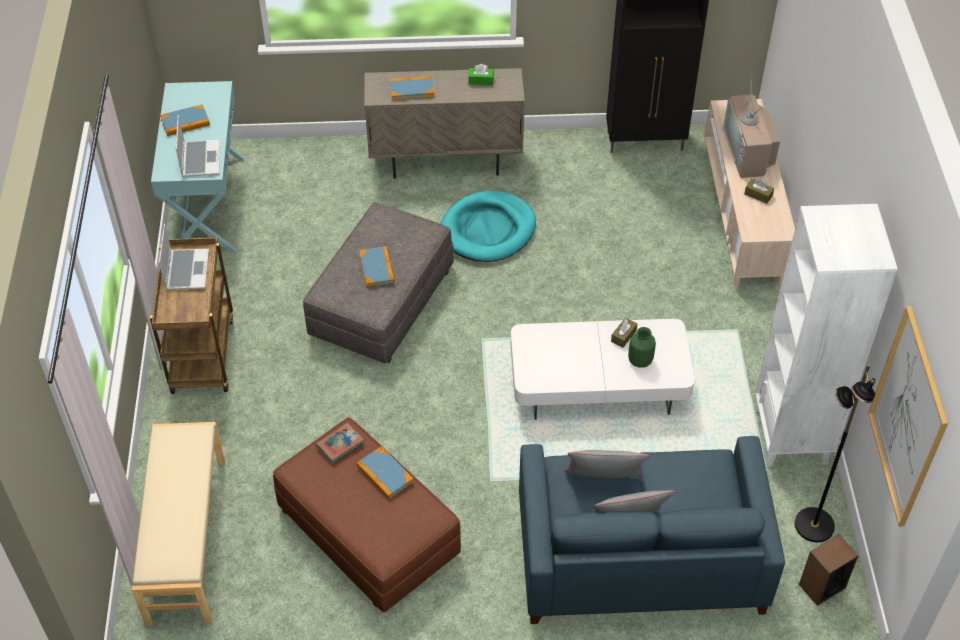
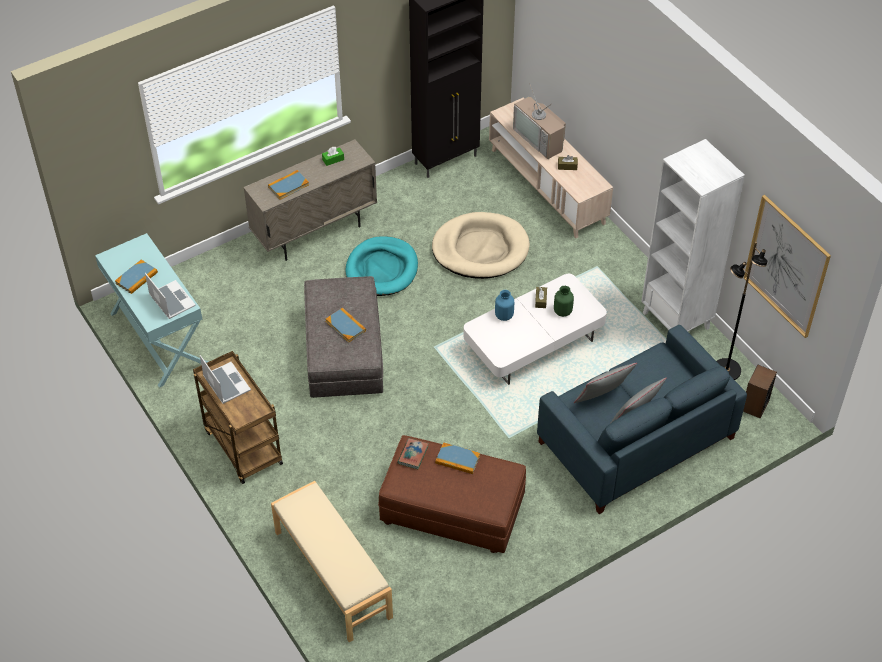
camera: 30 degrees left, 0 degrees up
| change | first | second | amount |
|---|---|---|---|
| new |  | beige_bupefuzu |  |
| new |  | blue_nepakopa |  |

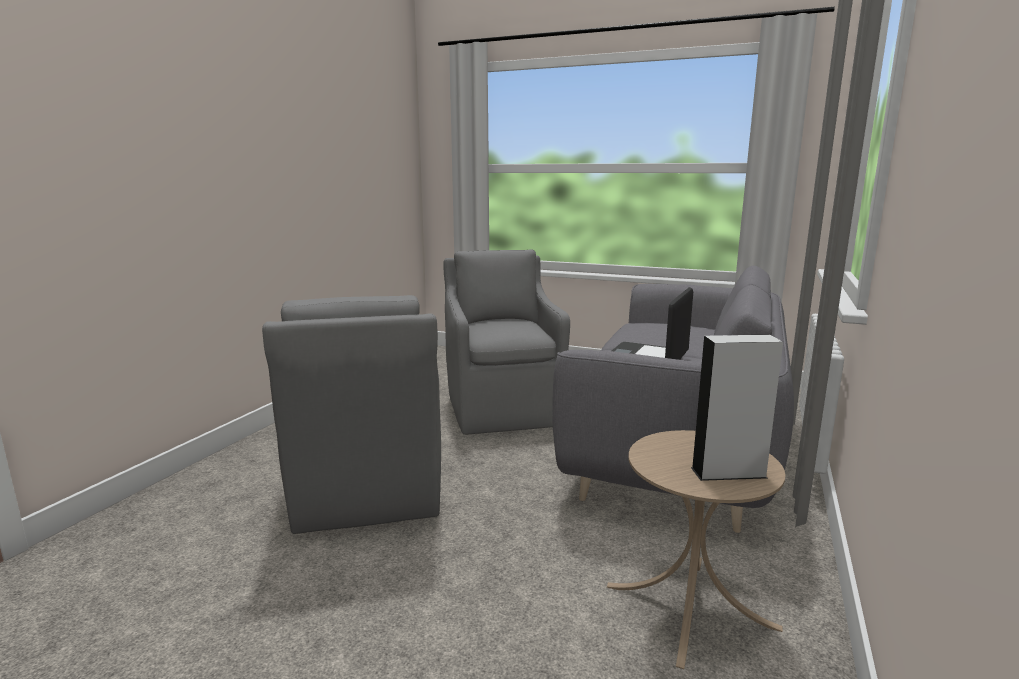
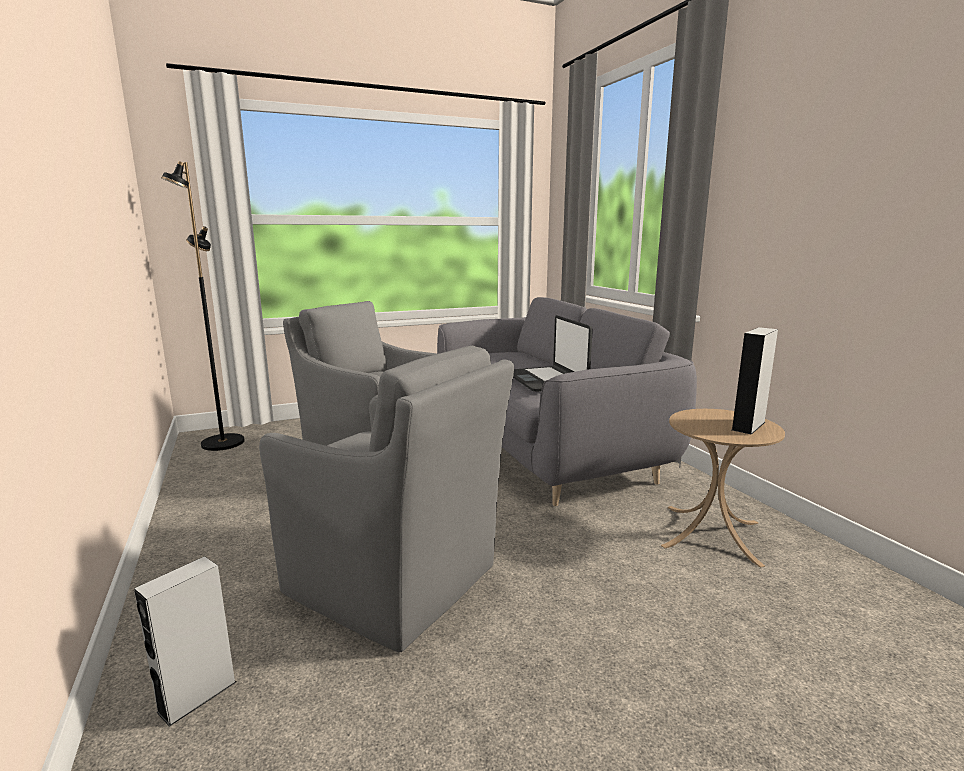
camera: 45 degrees left, 0 degrees up
| change | first | second | amount |
|---|---|---|---|
| new |  | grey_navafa (no. 1 from left) |  |
| new |  | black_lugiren |  |

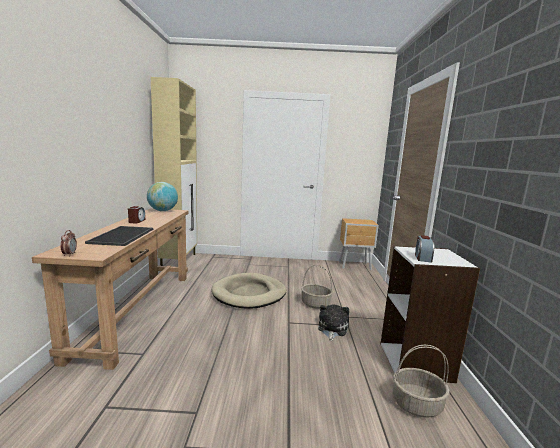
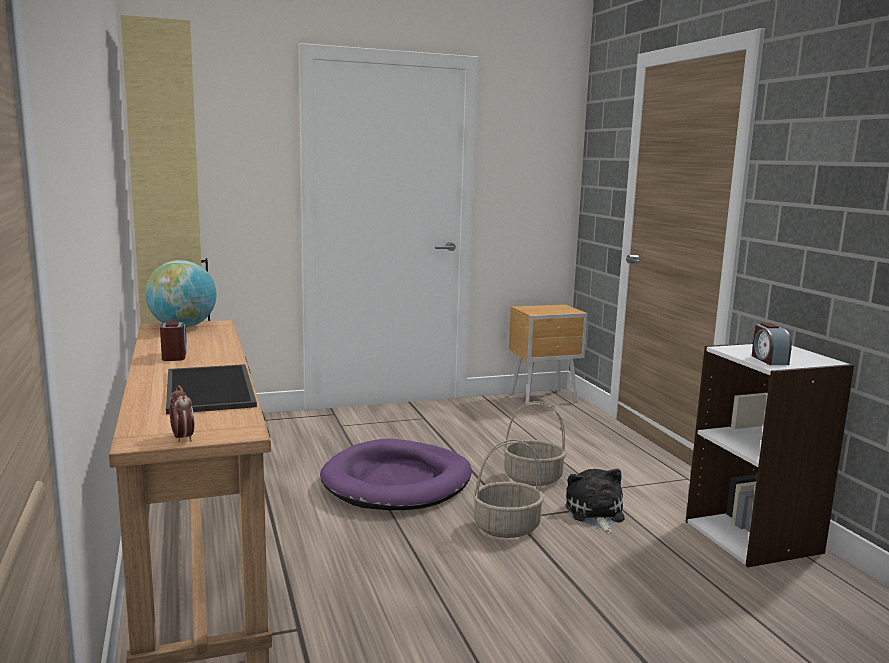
camera: 20 degrees left, 0 degrees up
| change | first | second | amount |
|---|---|---|---|
| repainted | beige_bupefuzu | purple_bupefuzu |  |
| shifted | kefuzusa (no. 2 from left in the first image) | kefuzusa (no. 1 from left) |  |

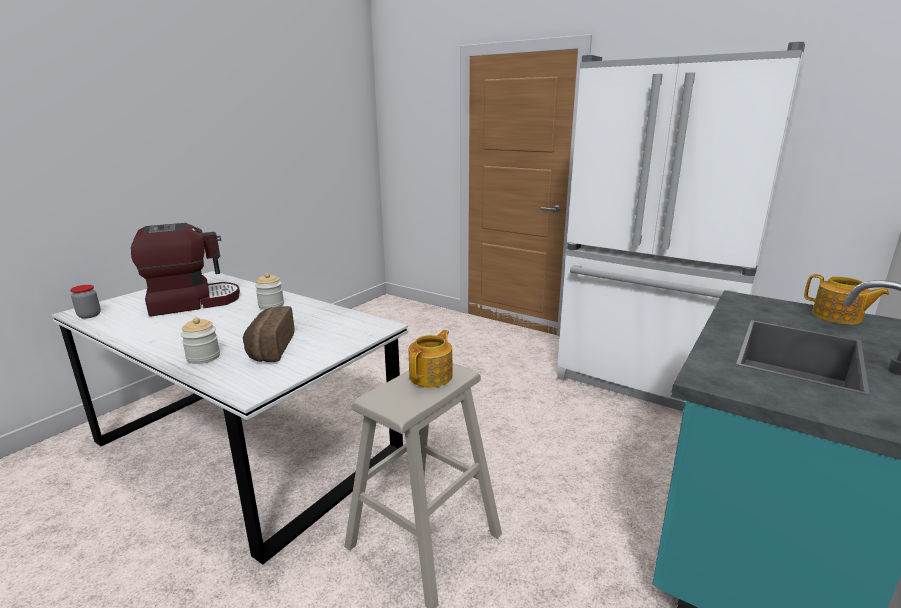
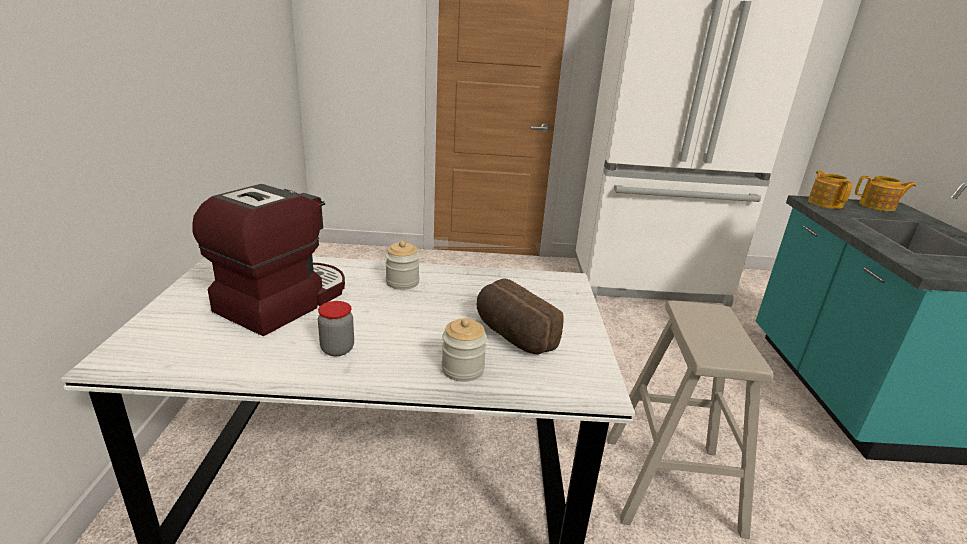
camera: 35 degrees left, 5 degrees up
| change | first | second | amount |
|---|---|---|---|
| shifted | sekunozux (no. 1 from left) |  |  |
| shifted | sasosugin (no. 1 from left) |  |  |

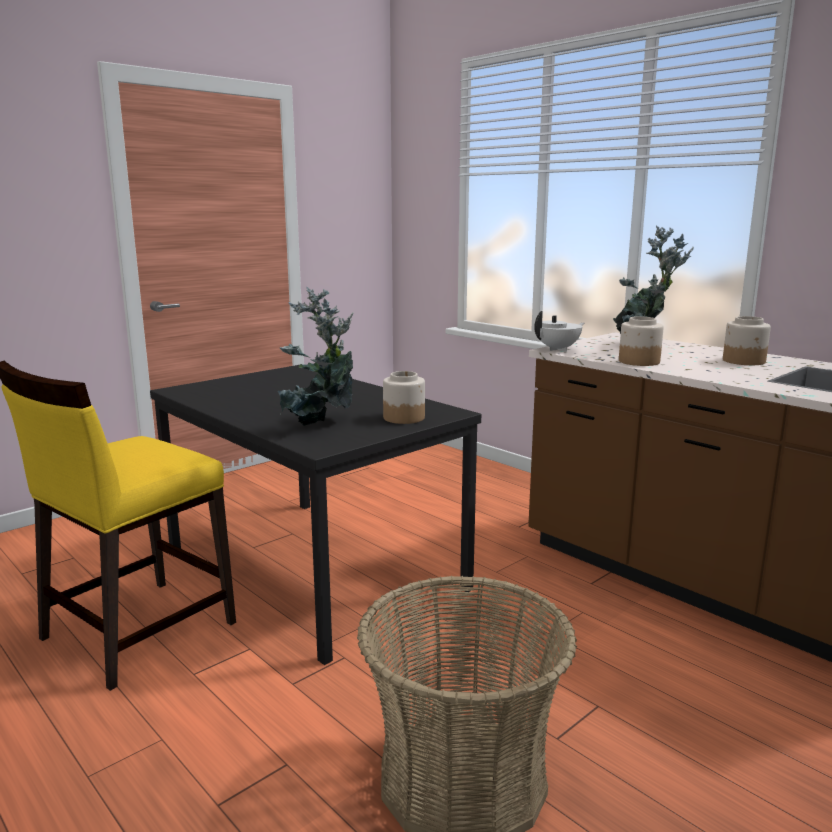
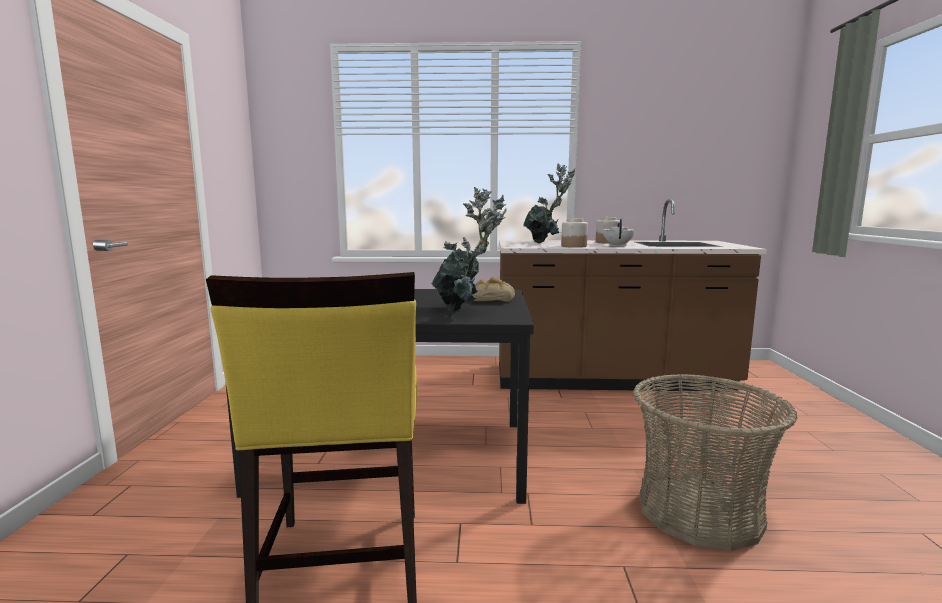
camera: 45 degrees left, 5 degrees down
| change | first | second | amount |
|---|---|---|---|
| swapped | sekunozux (no. 1 from left) | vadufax |  |
| shifted | white_sasosugin |  |  |

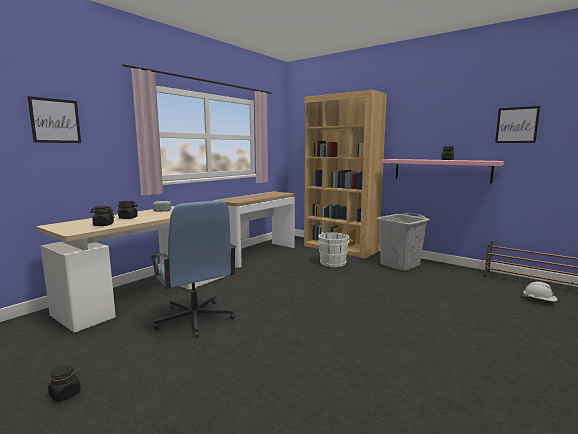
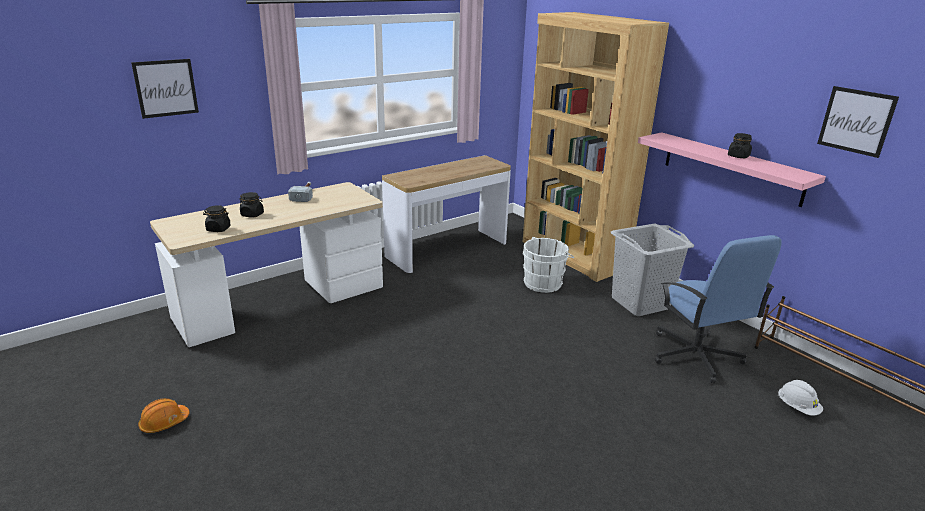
camera: 15 degrees right, 15 degrees up
| change | first | second | amount |
|---|---|---|---|
| swapped | black_sekunozux (no. 1 from left) | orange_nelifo |  |
| shifted | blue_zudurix |  |  |

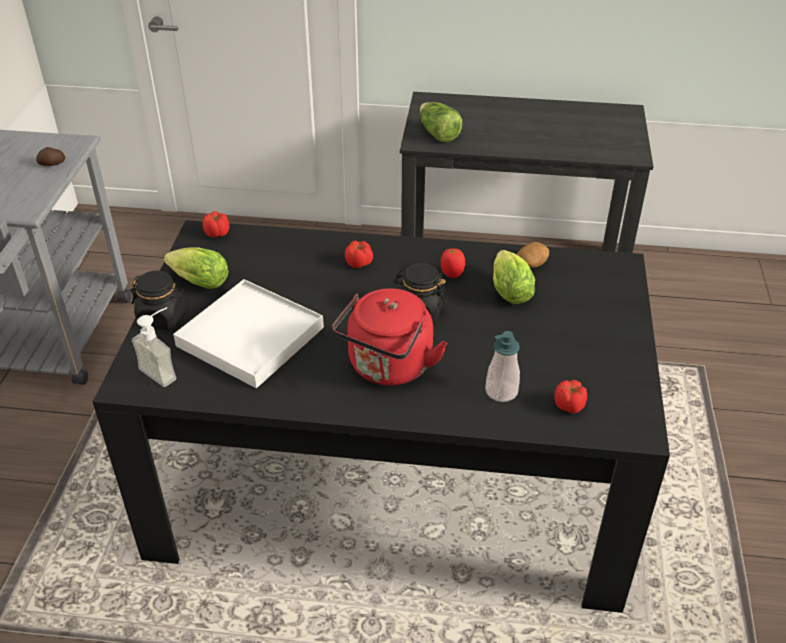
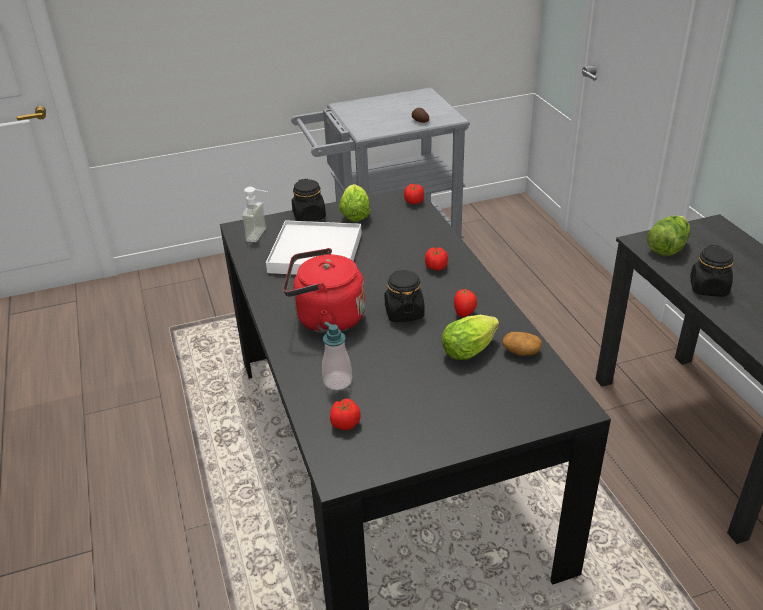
camera: 65 degrees right, 5 degrees down
| change | first | second | amount |
|---|---|---|---|
| new |  | black_sekunozux (no. 3 from left) |  |

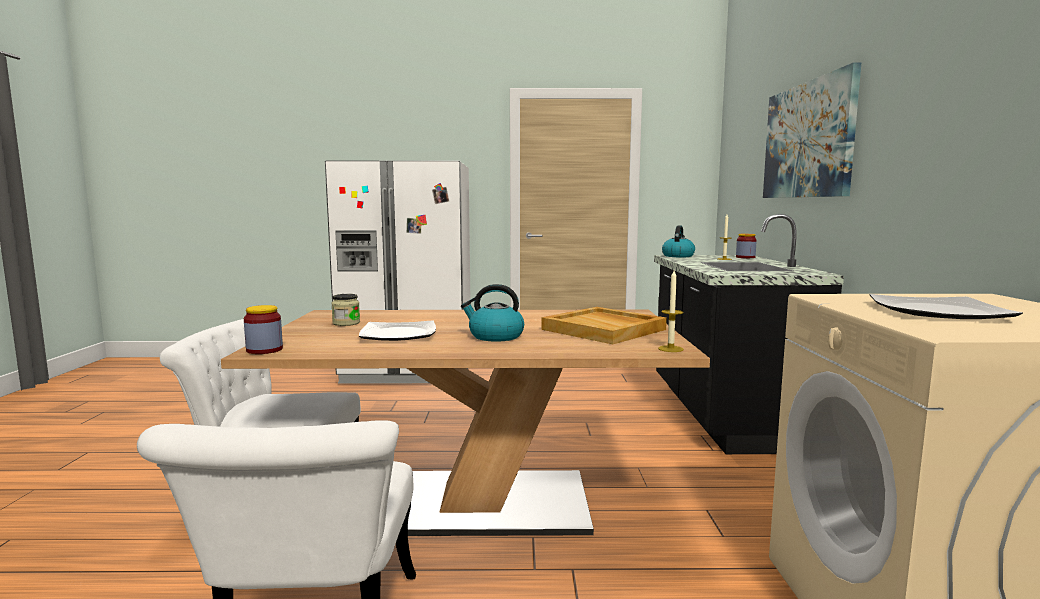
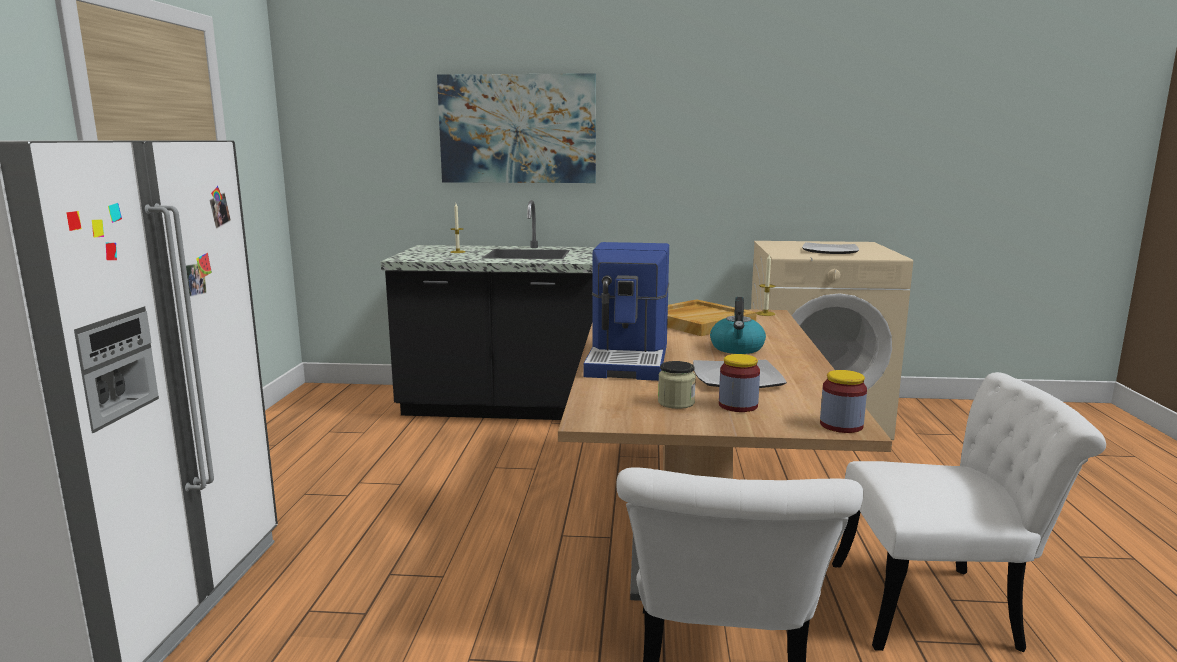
camera: 85 degrees left, 5 degrees up
| change | first | second | amount |
|---|---|---|---|
| new |  | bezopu |  |
| shifted | sekunozux (no. 3 from left in the first image) | sekunozux (no. 2 from left) |  |
| gone | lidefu (no. 2 from left) |  |  |

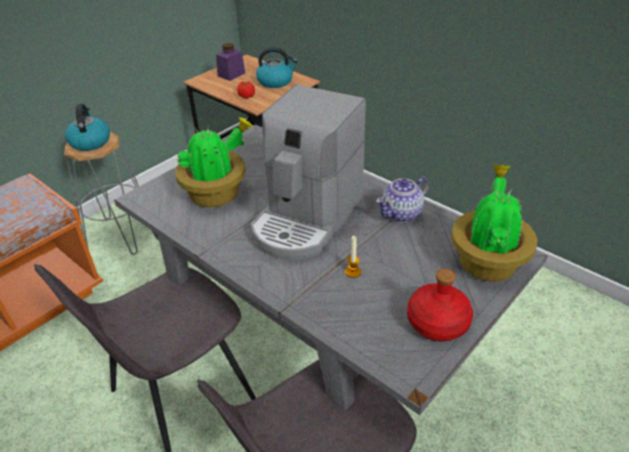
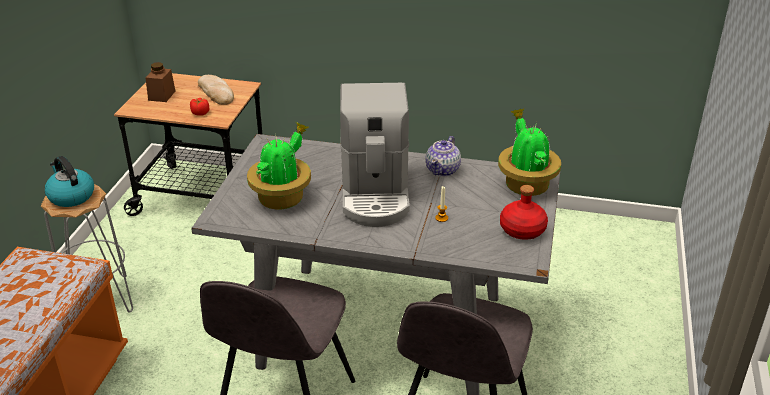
camera: 30 degrees left, 5 degrees down
| change | first | second | amount |
|---|---|---|---|
| repainted | purple_sekunozux | brown_sekunozux |  |
| swapped | lidefu (no. 2 from left) | vadufax |  |

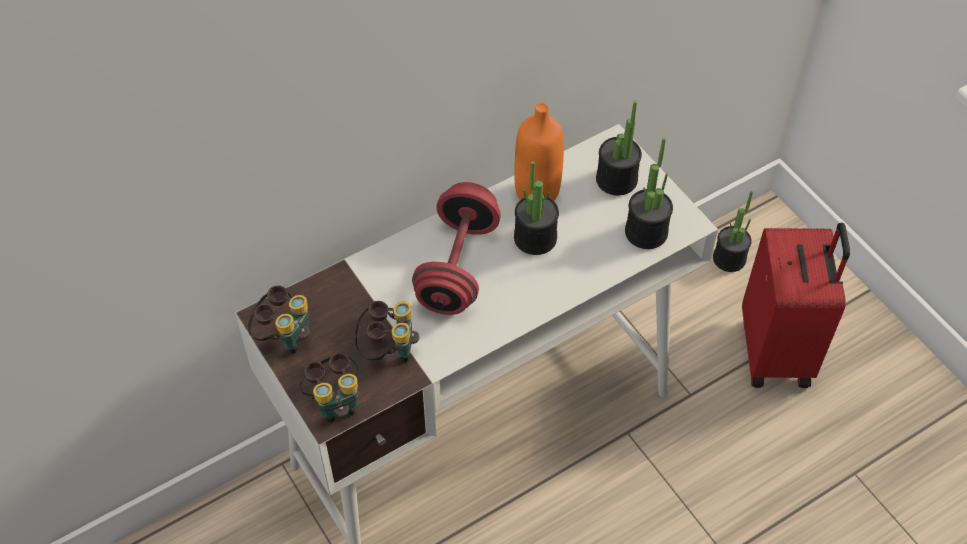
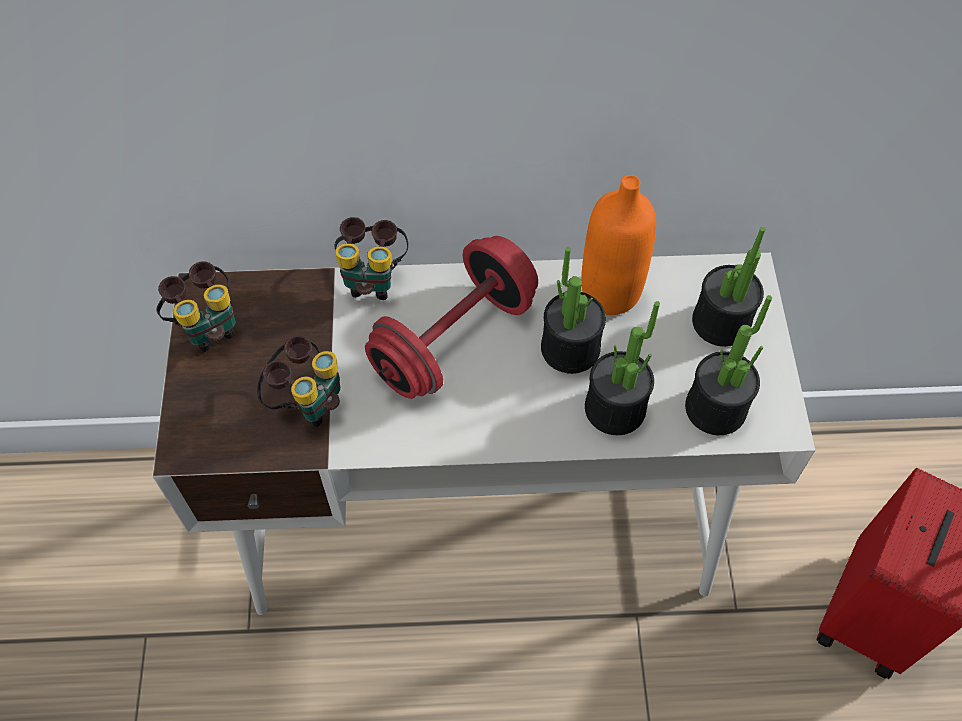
camera: 30 degrees right, 5 degrees up
| change | first | second | amount |
|---|---|---|---|
| shifted | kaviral (no. 2 from left in the first image) | kaviral (no. 3 from left) |  |
| shifted | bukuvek (no. 4 from left in the first image) | bukuvek (no. 2 from left) |  |

